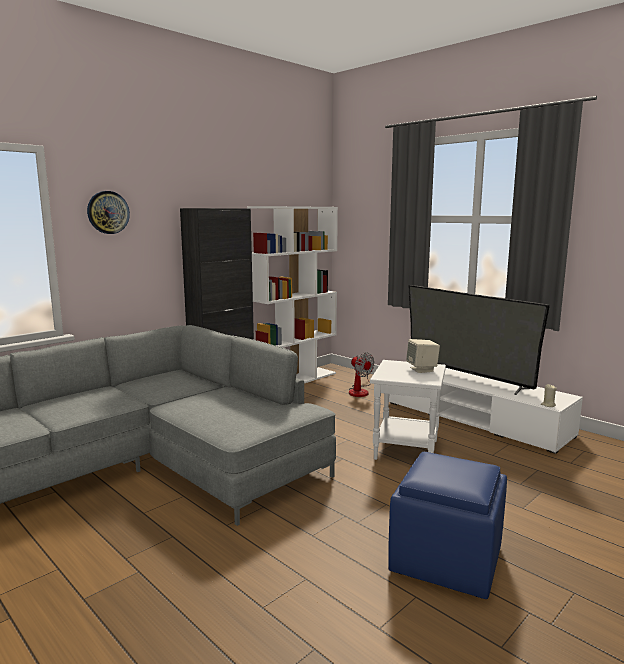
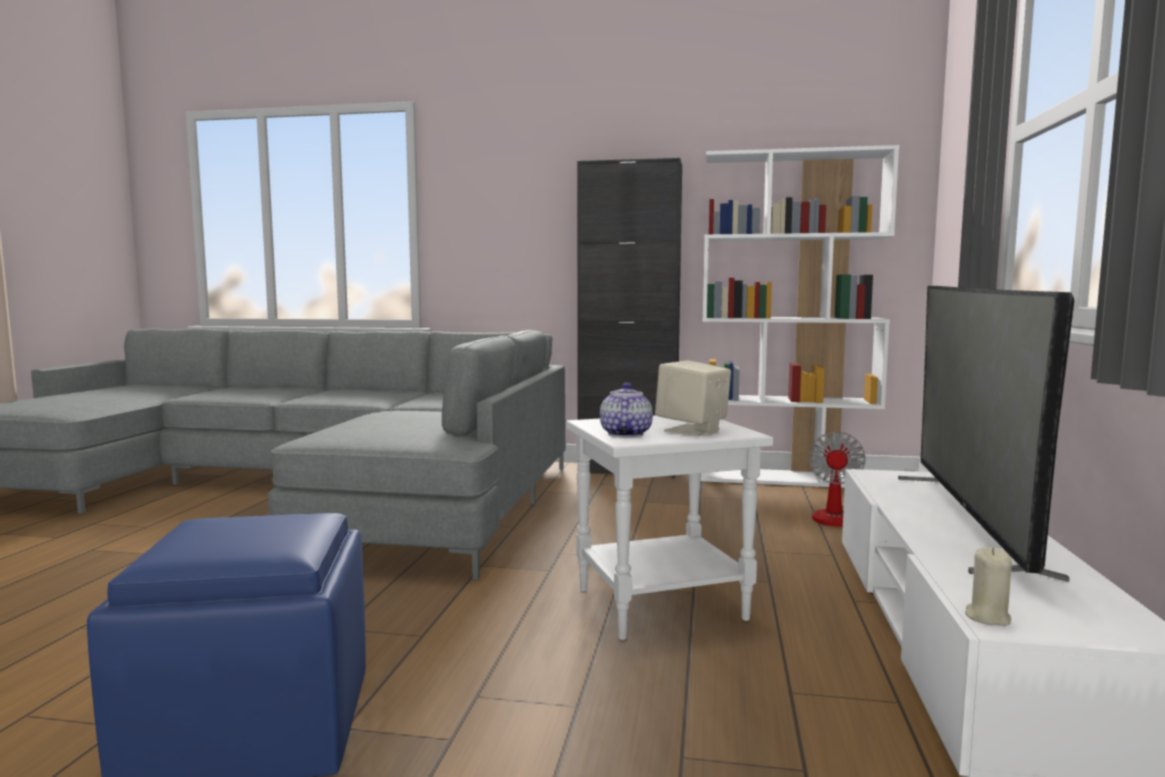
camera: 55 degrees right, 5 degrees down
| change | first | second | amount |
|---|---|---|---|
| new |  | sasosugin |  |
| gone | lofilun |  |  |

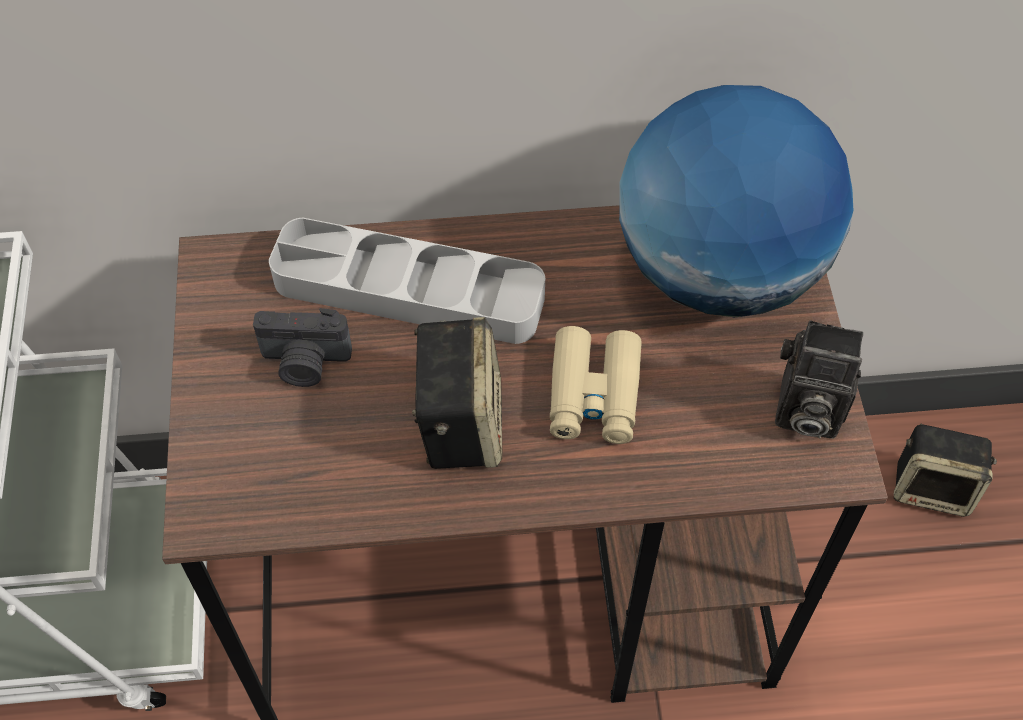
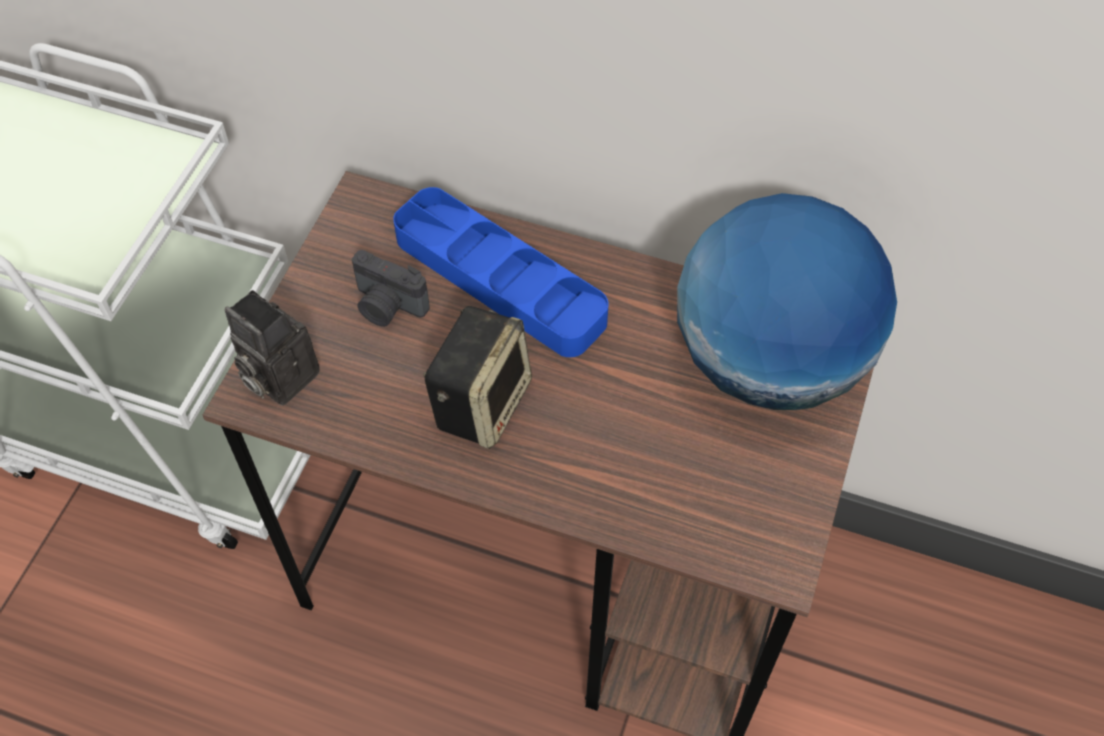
camera: 25 degrees right, 0 degrees up
| change | first | second | amount |
|---|---|---|---|
| shifted | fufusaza (no. 2 from left in the first image) | fufusaza (no. 1 from left) |  |
| repainted | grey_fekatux | blue_fekatux |  |
| gone | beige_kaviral |  |  |
| gone | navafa (no. 2 from left) |  |  |

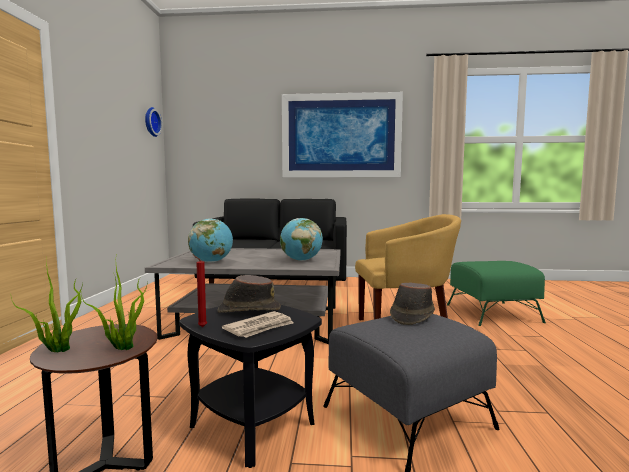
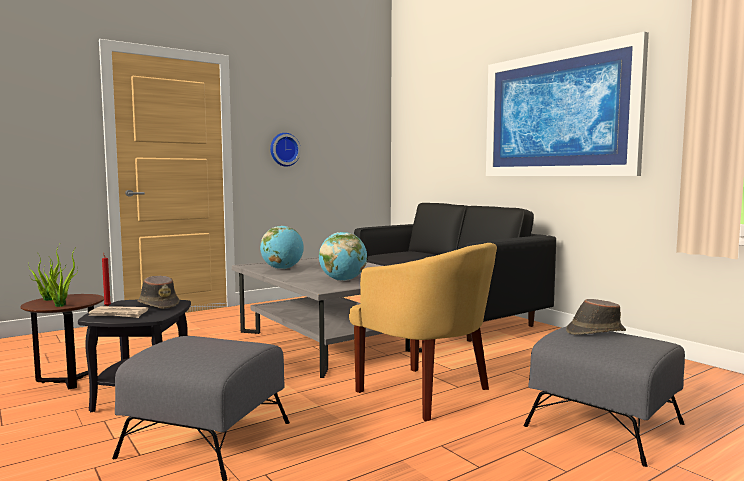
camera: 50 degrees right, 0 degrees up
| change | first | second | amount |
|---|---|---|---|
| shifted | lofilun |  |  |
| repainted | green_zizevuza | grey_zizevuza (no. 2 from left) |  |
| shifted | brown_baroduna (no. 2 from left) |  |  |

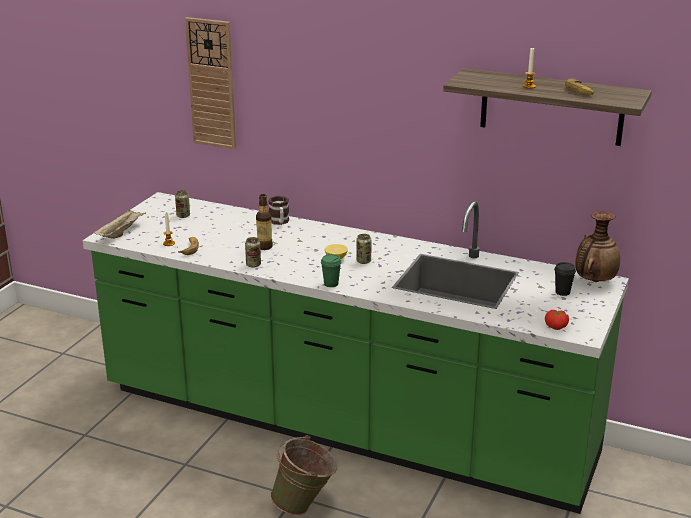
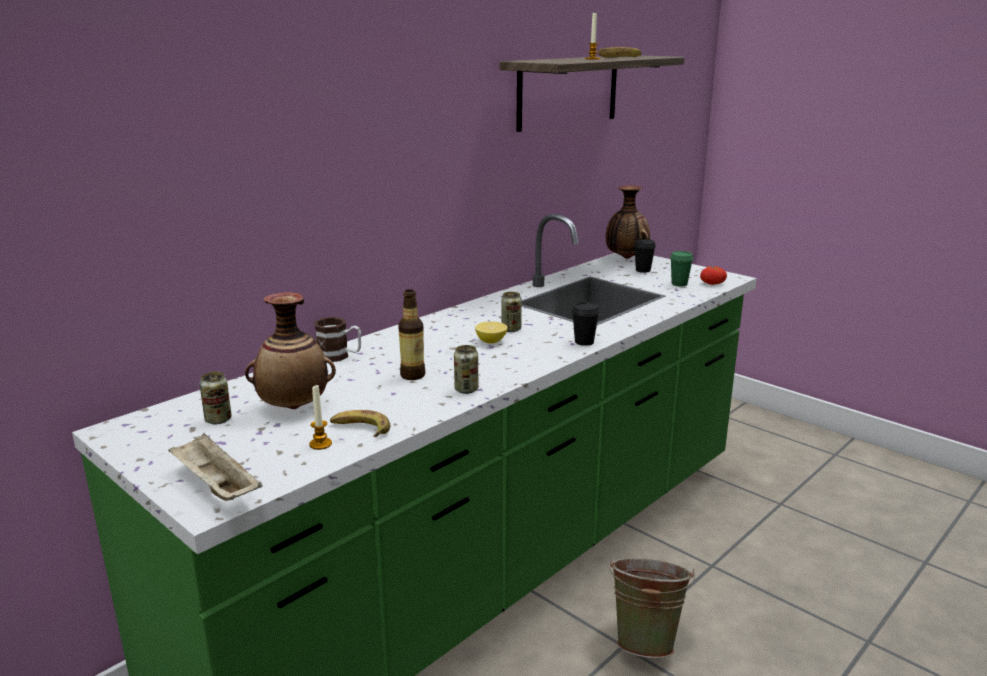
camera: 70 degrees left, 5 degrees down
| change | first | second | amount |
|---|---|---|---|
| new |  | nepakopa (no. 1 from left) |  |
| new |  | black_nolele (no. 1 from left) |  |
| shifted | green_nolele |  |  |
| gone | lofilun |  |  |

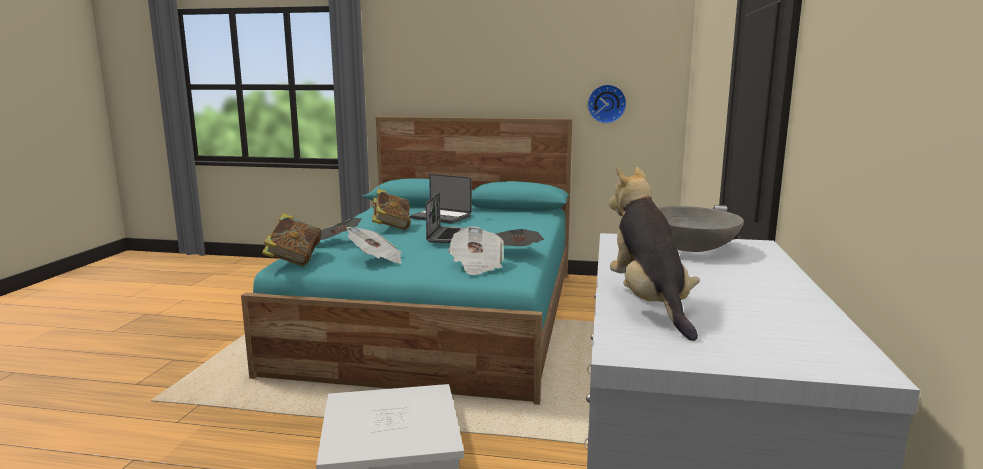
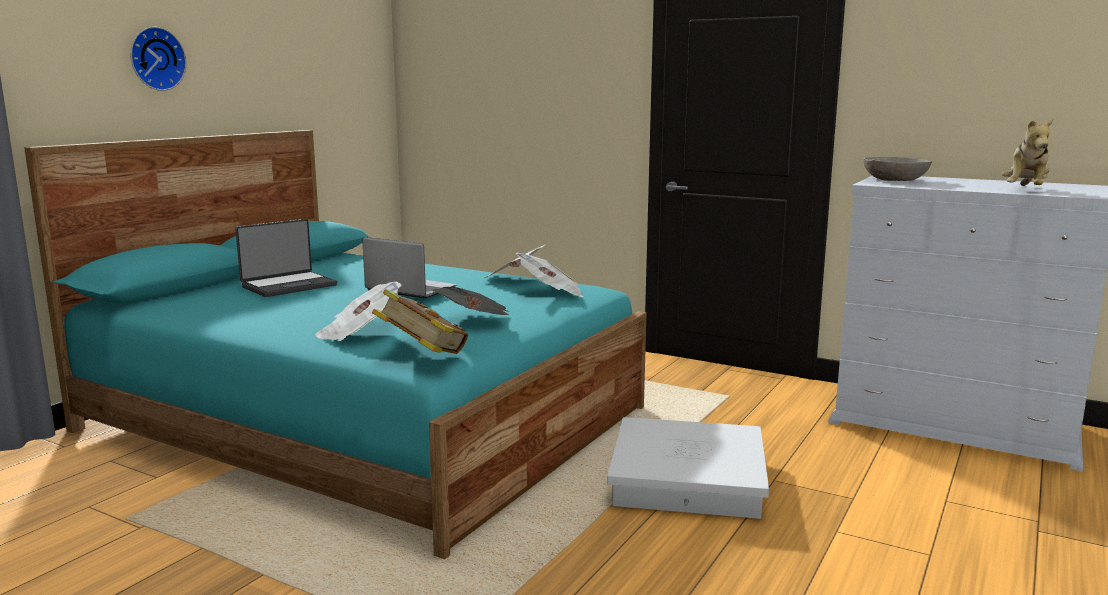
camera: 70 degrees left, 0 degrees up
| change | first | second | amount |
|---|---|---|---|
| shifted | lofilun |  |  |
| rotated | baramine |  | 75 degrees counterclockwise |
| gone | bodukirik (no. 2 from left) |  |  |

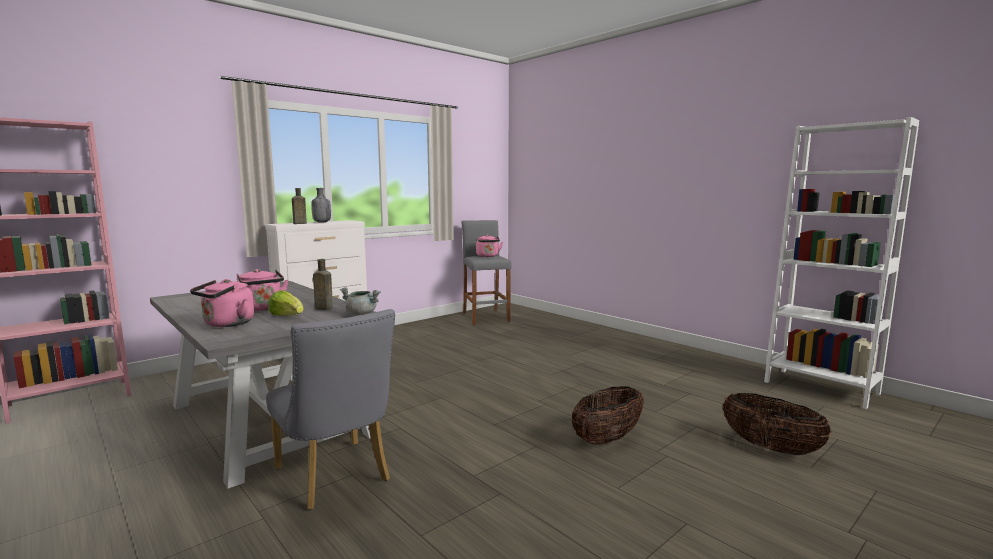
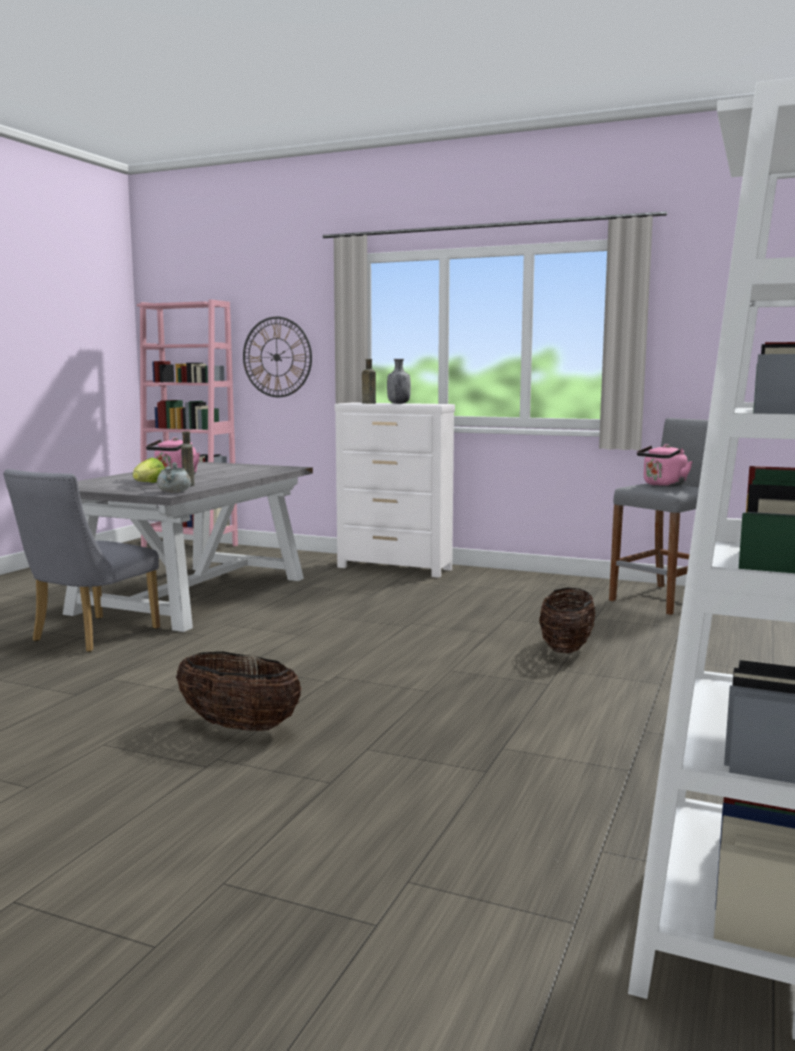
camera: 65 degrees right, 0 degrees up
| change | first | second | amount |
|---|---|---|---|
| new |  | lofilun |  |
| shifted | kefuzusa (no. 2 from left) |  |  |
| gone | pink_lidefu (no. 1 from left) |  |  |

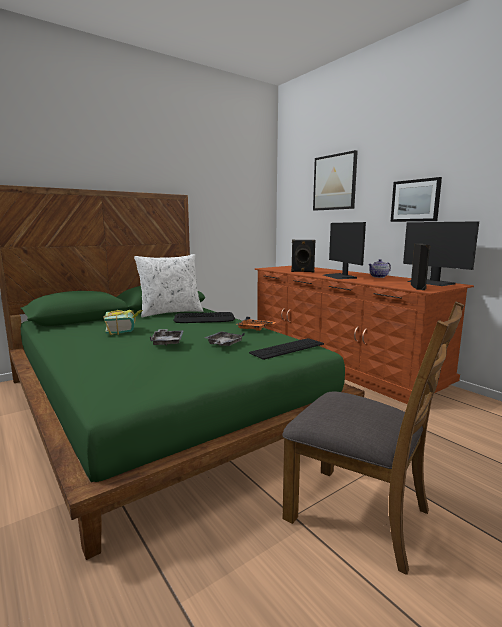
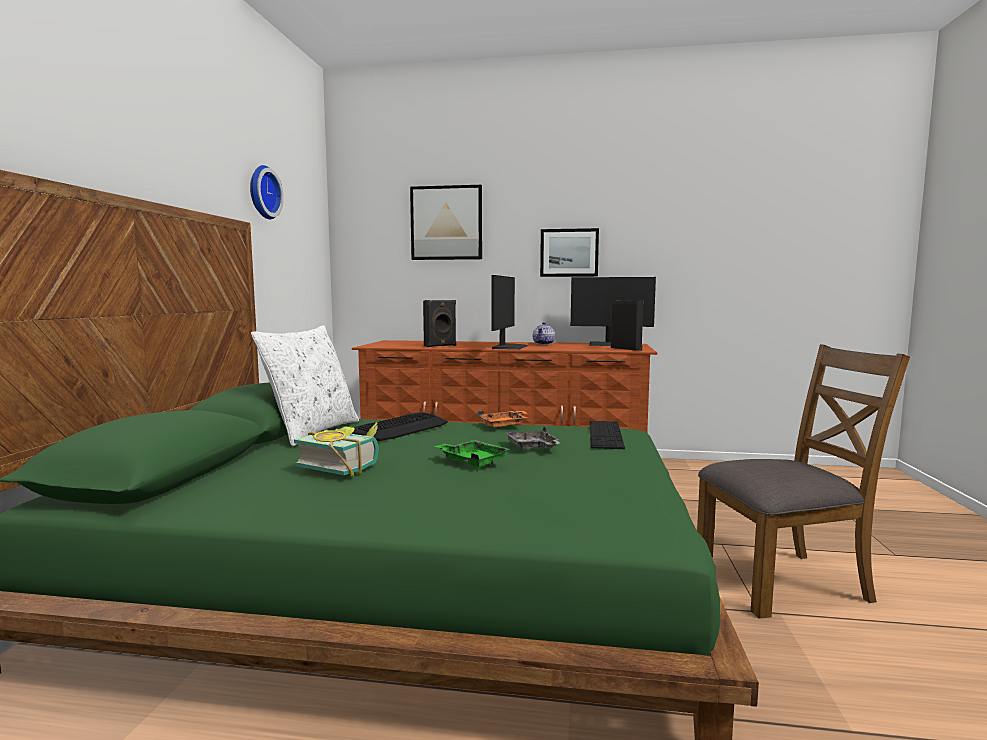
camera: 45 degrees left, 5 degrees down
| change | first | second | amount |
|---|---|---|---|
| new |  | lofilun |  |
| repainted | grey_fekatux (no. 1 from left) | green_fekatux |  |
| rotated | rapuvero (no. 1 from left) |  | 105 degrees counterclockwise |

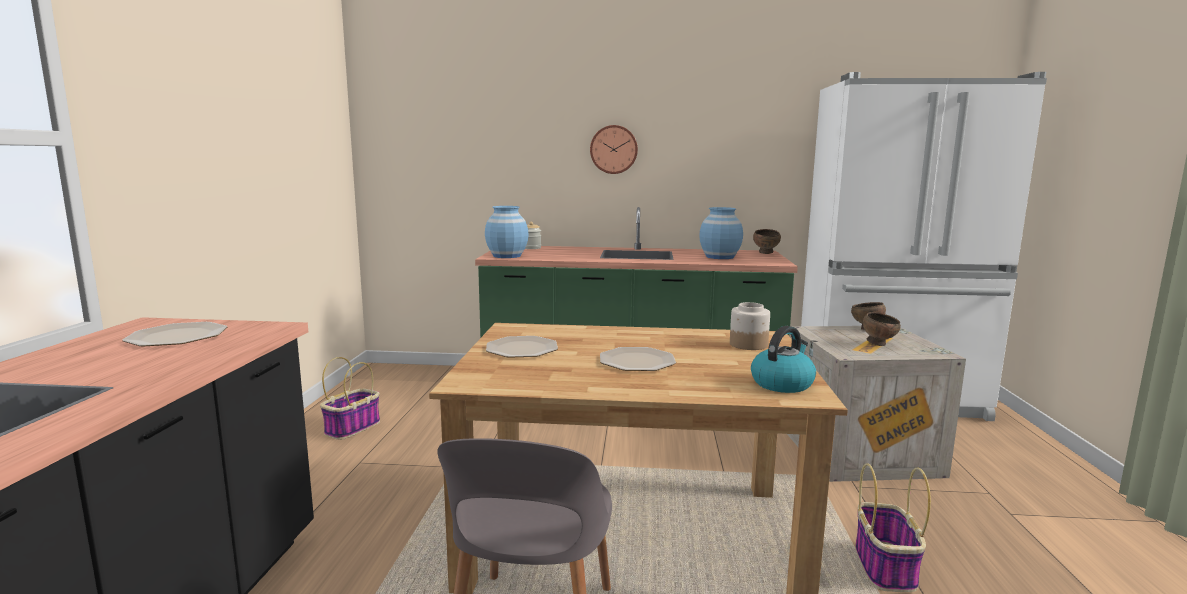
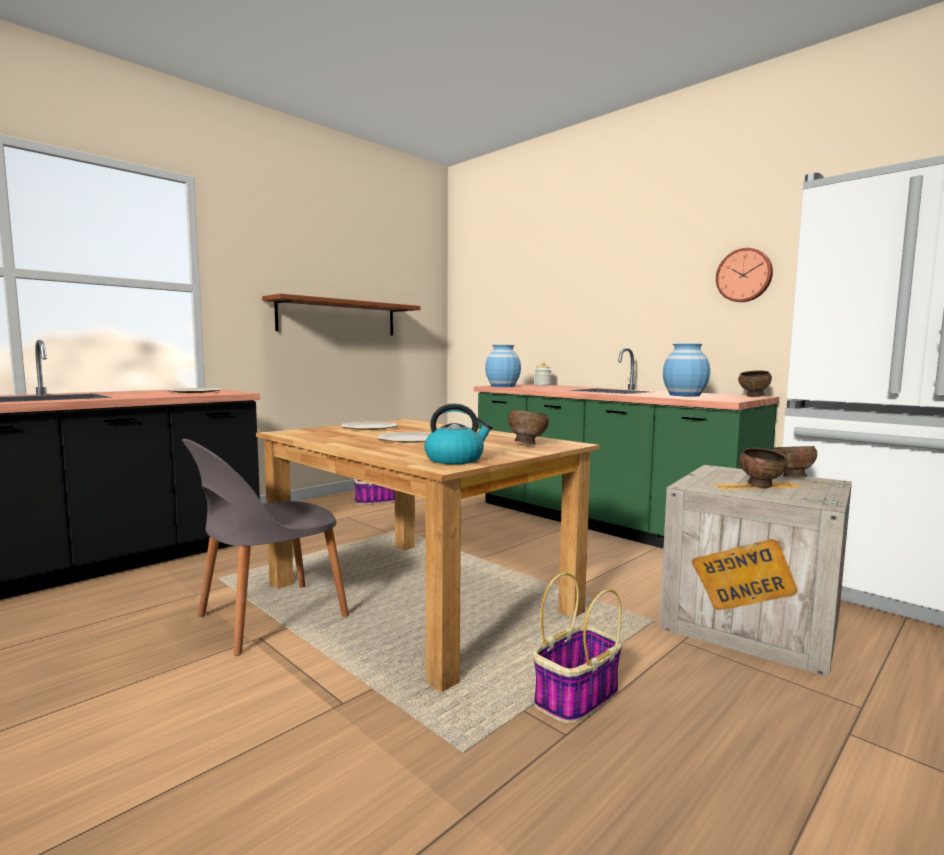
camera: 40 degrees right, 5 degrees down
| change | first | second | amount |
|---|---|---|---|
| new |  | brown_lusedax |  |
| swapped | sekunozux (no. 2 from left) | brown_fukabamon (no. 1 from left) |  |
| shifted | lofilun |  |  |

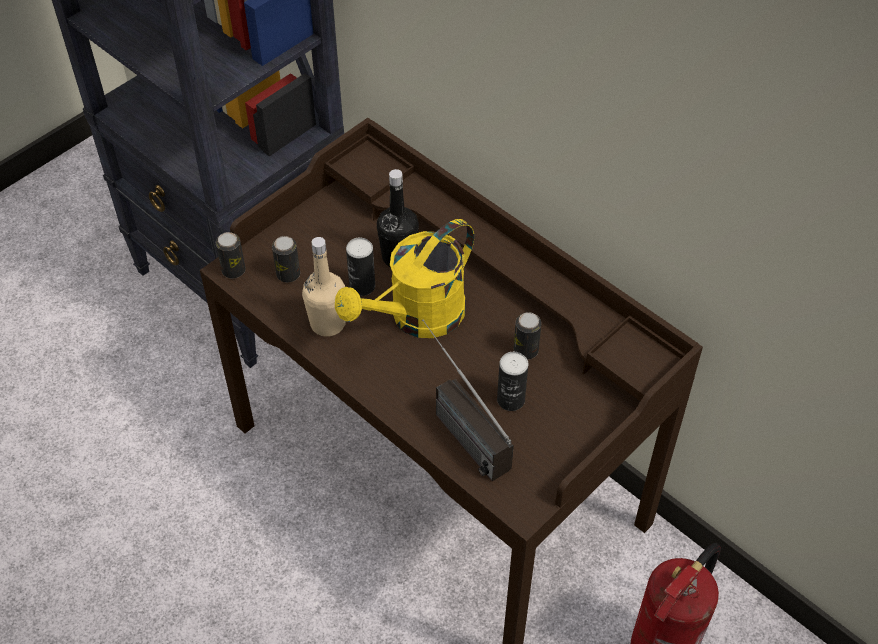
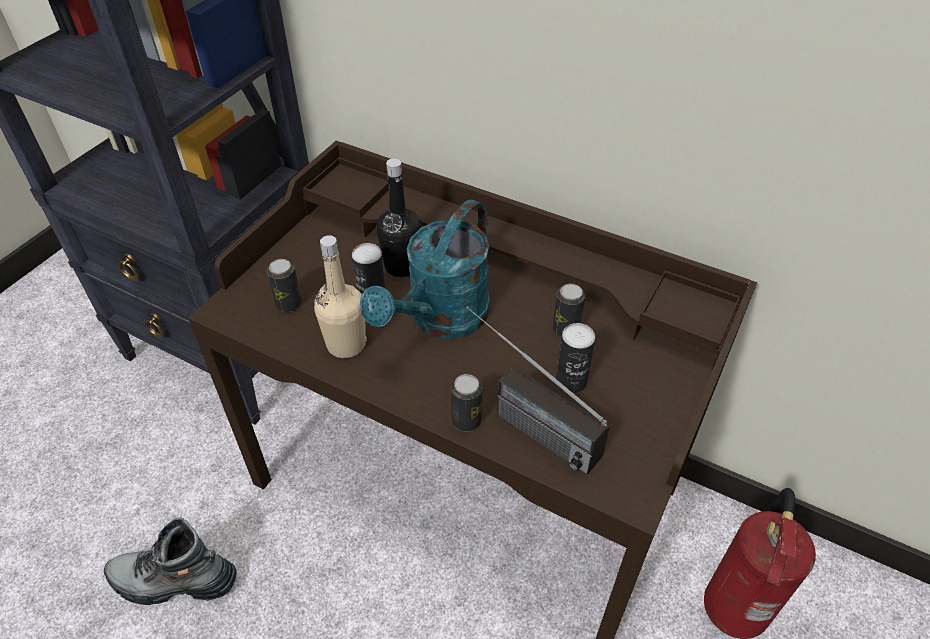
camera: 15 degrees left, 5 degrees down
| change | first | second | amount |
|---|---|---|---|
| new |  | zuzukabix |  |
| repainted | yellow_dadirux | turquoise_dadirux |  |
| shifted | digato (no. 1 from left in the first image) | digato (no. 3 from left) |  |

